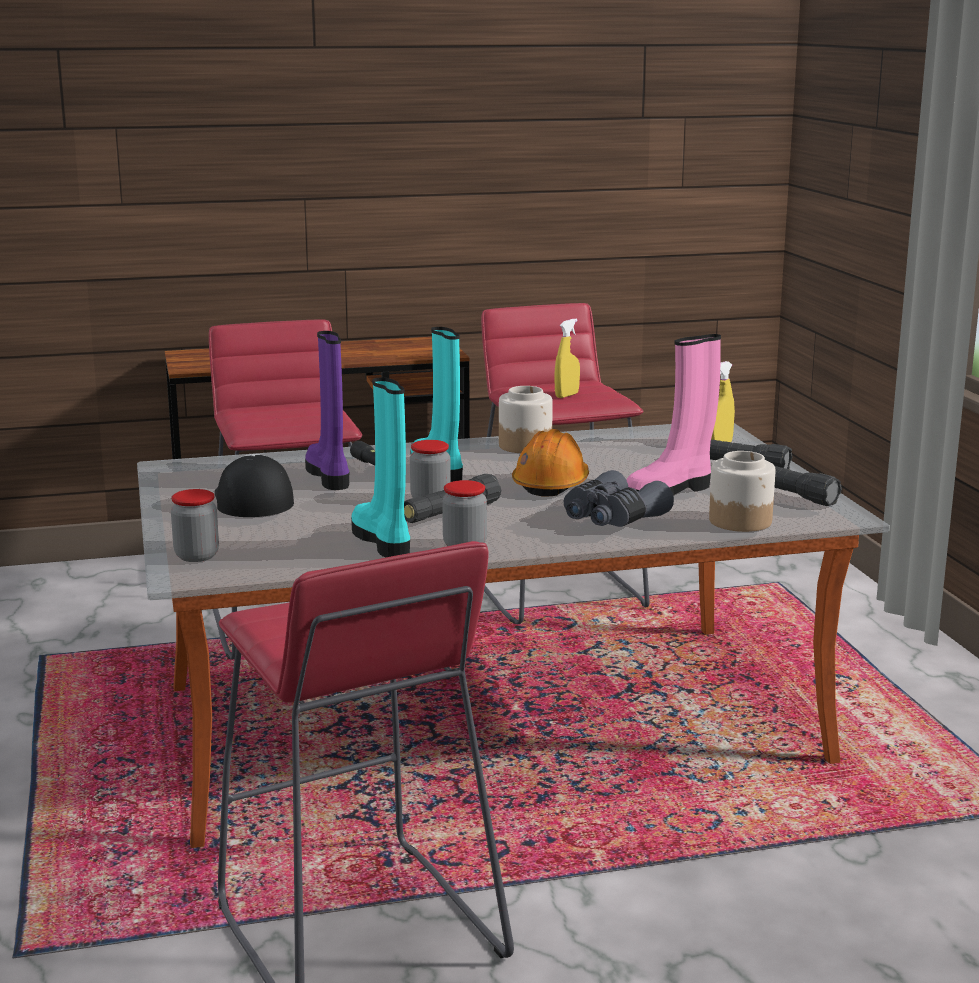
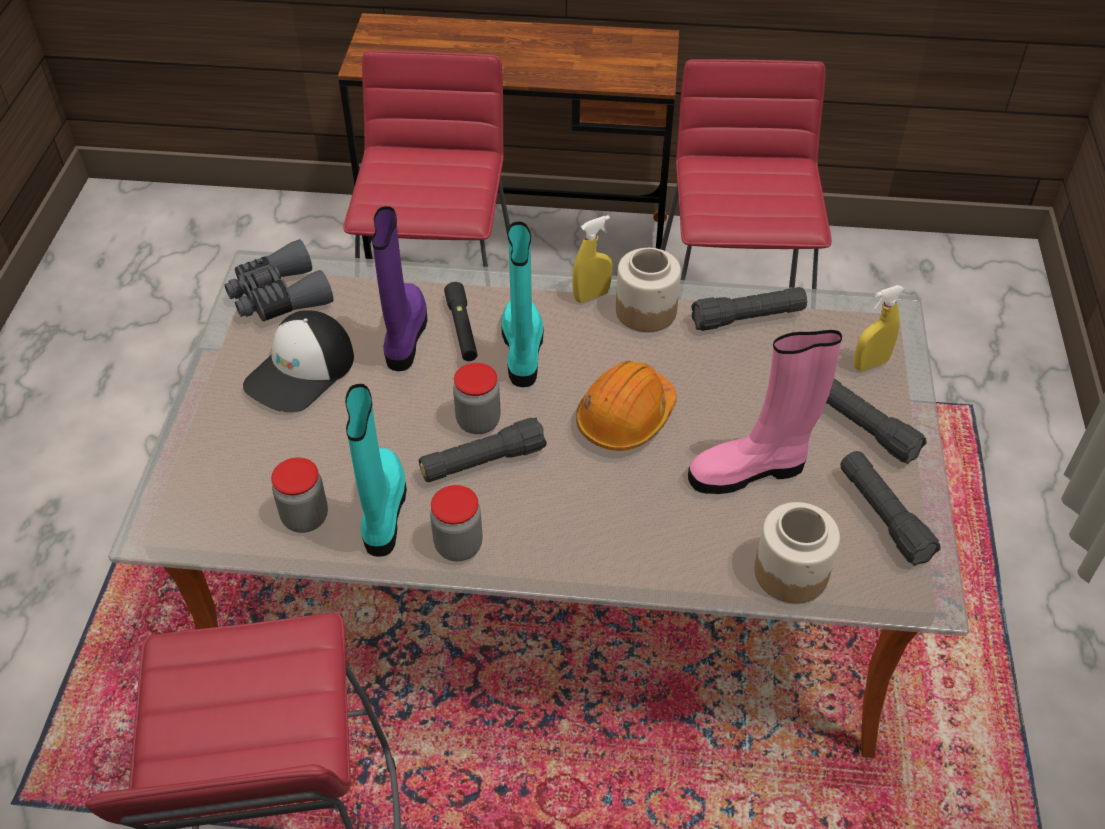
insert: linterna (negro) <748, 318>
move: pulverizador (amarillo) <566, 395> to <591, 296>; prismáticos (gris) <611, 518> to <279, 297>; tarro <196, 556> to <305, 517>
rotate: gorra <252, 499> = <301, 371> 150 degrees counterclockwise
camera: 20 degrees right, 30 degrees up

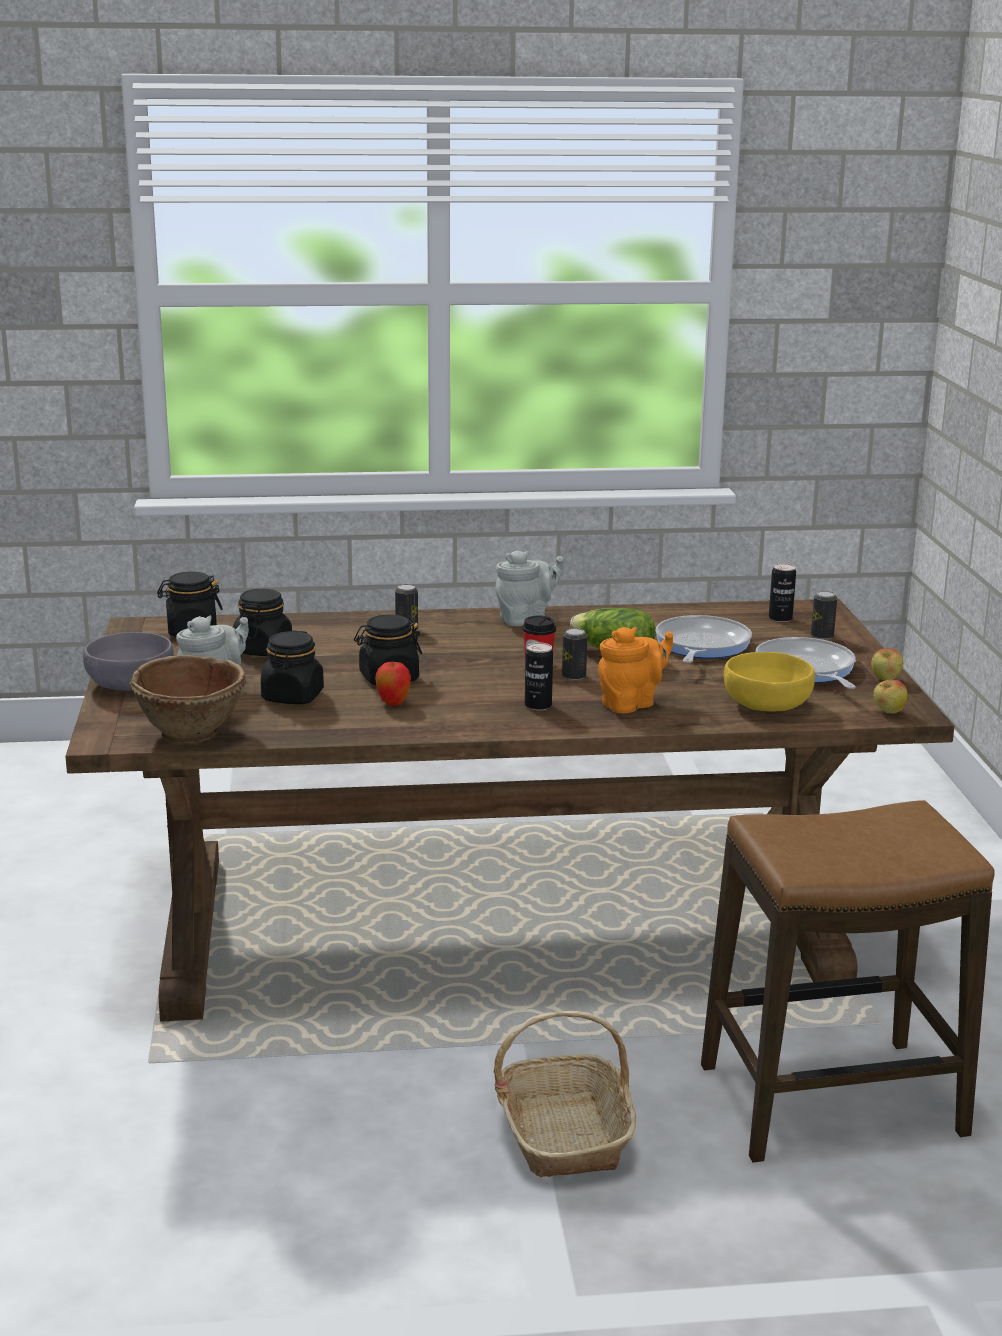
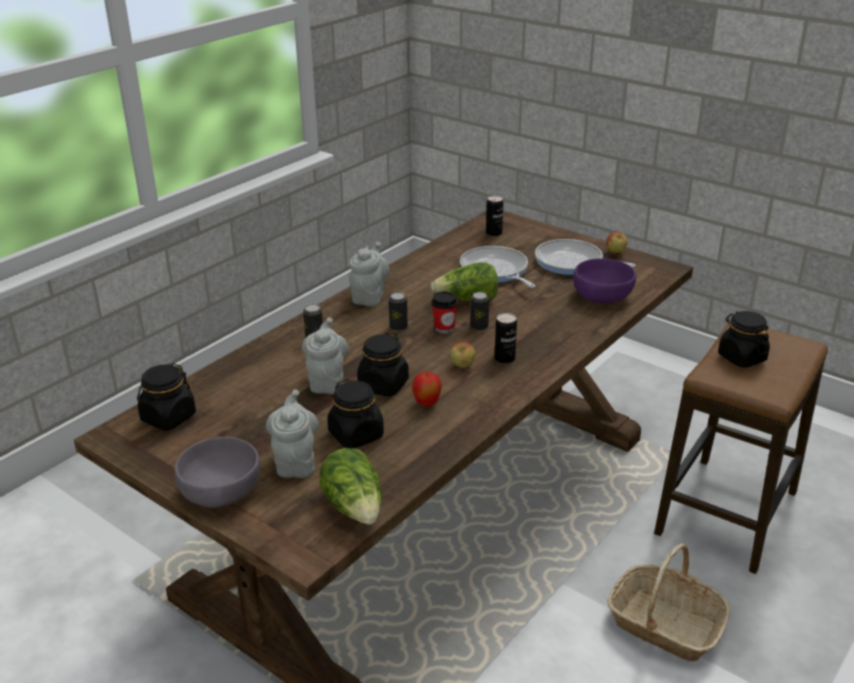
delete: tetera (naranja) <632, 703>
insert: tetera (gris) <327, 381>
move: tarro (negro) <263, 649> to <741, 357>; lata <822, 636> to <398, 327>; manzana <888, 712> to <462, 366>
replace: cuenco (marrón) <192, 733> to lechuga <355, 507>
recolor: cuenco (amarillo) <768, 705> to cuenco (morado) <603, 296>
camera: 45 degrees left, 10 degrees up

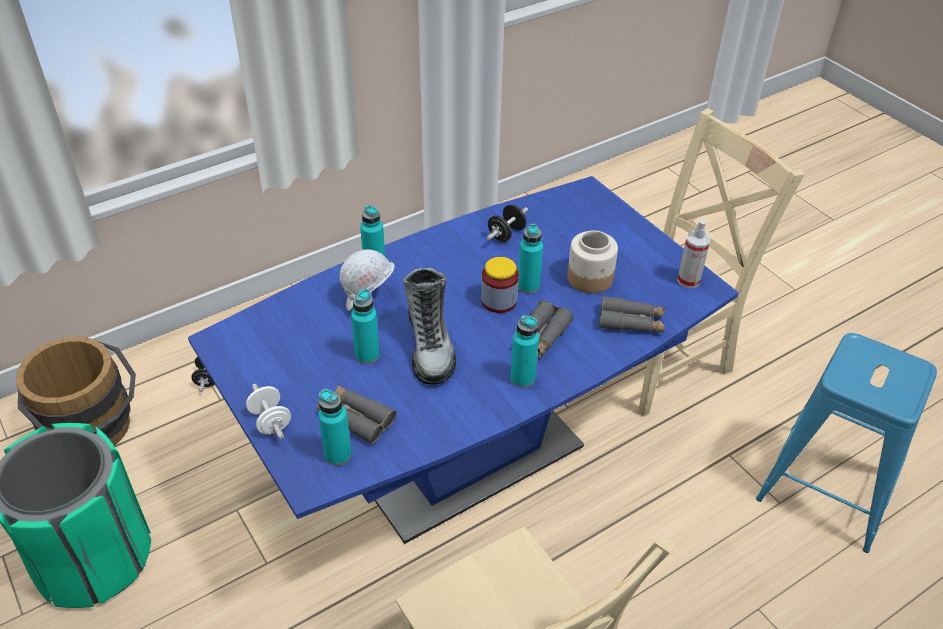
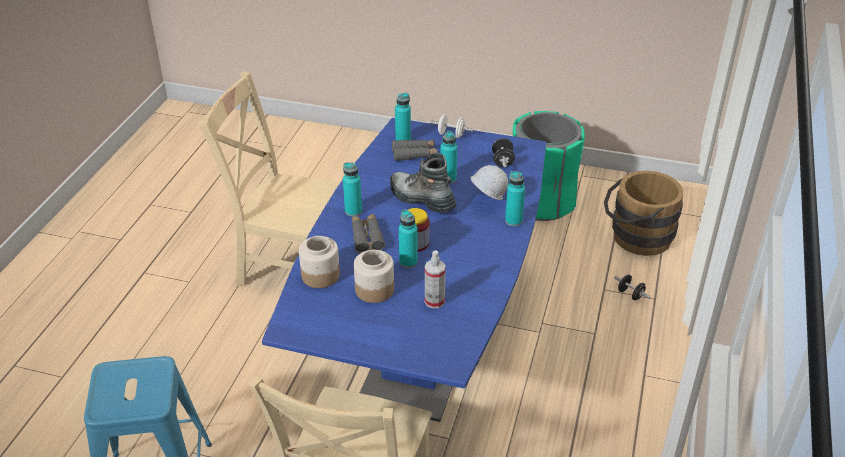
move: mancuerna (negro) <506, 234> to <502, 161>; pulverizador <688, 280> to <434, 301>
replace: prismáticos (gris) <631, 322> to tarro <320, 275>
camera: 140 degrees right, 5 degrees down

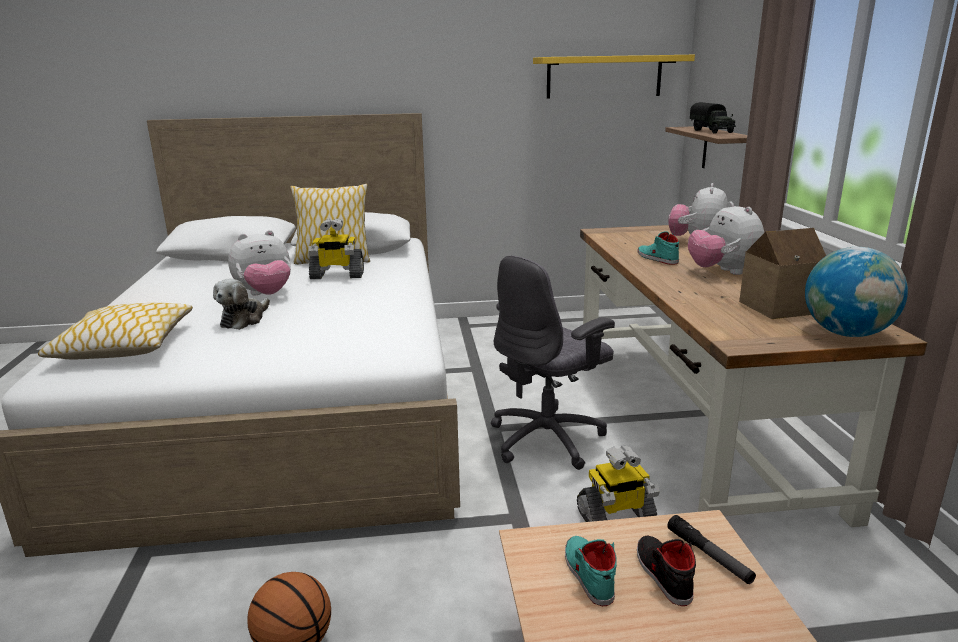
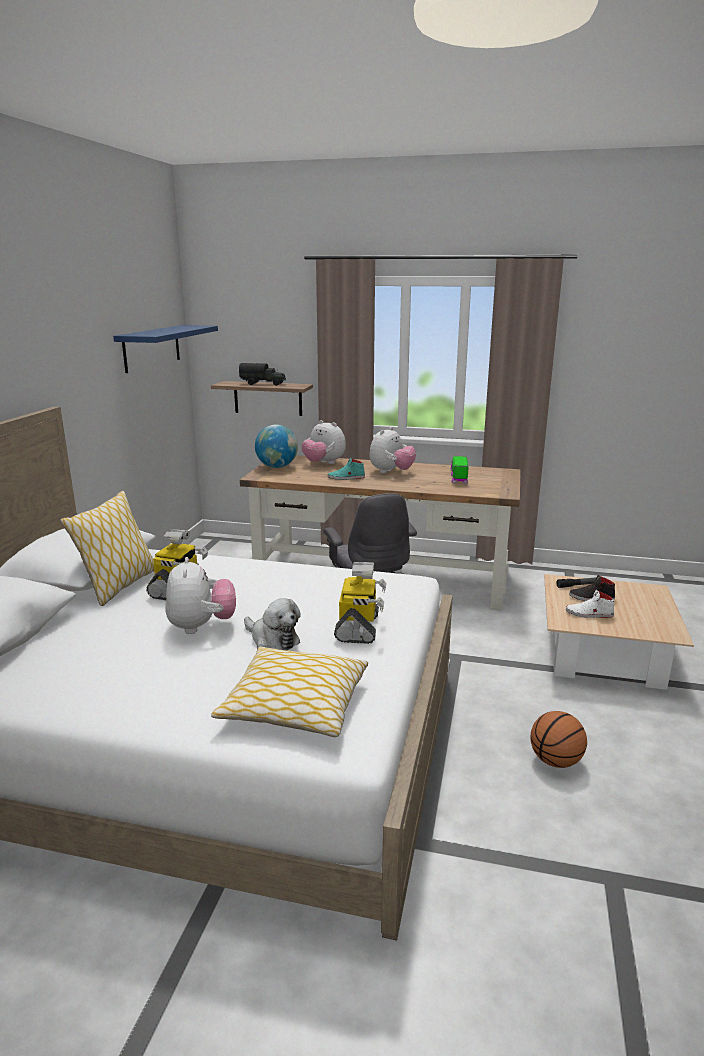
move: globo terráqueo <846, 334> to <277, 467>; robot de juguete <616, 515> to <358, 628>
replace: casita <775, 306> to camión de juguete <458, 477>
recolor: estante (amarillo) <604, 77> to estante (azul) <152, 348>; zapato (turquesa) <587, 574> to zapato (blanco) <589, 614>
rotate: peluche <722, 272> = <391, 472> 60 degrees counterclockwise
camera: 70 degrees left, 0 degrees up

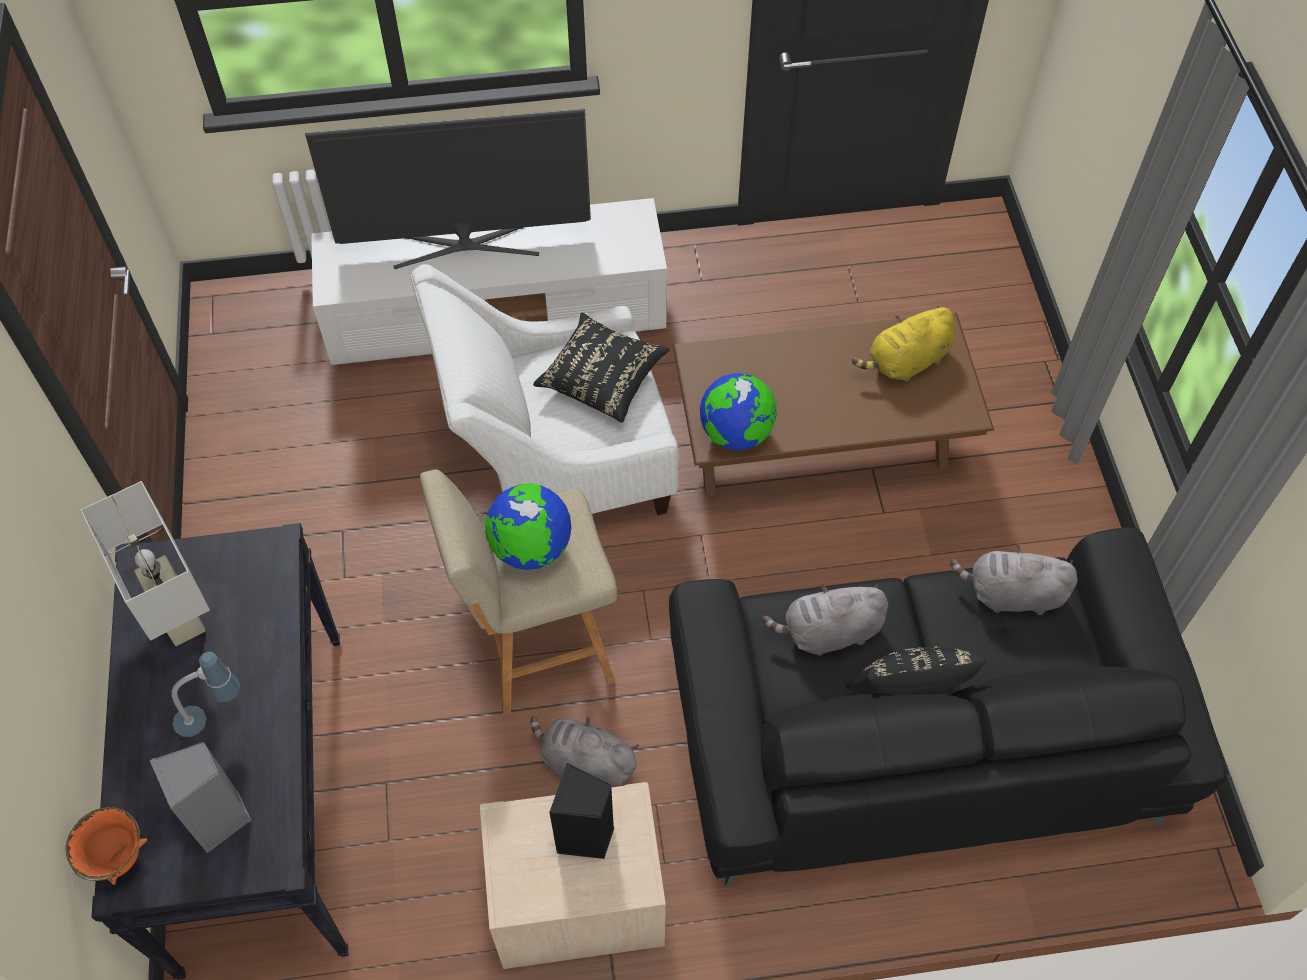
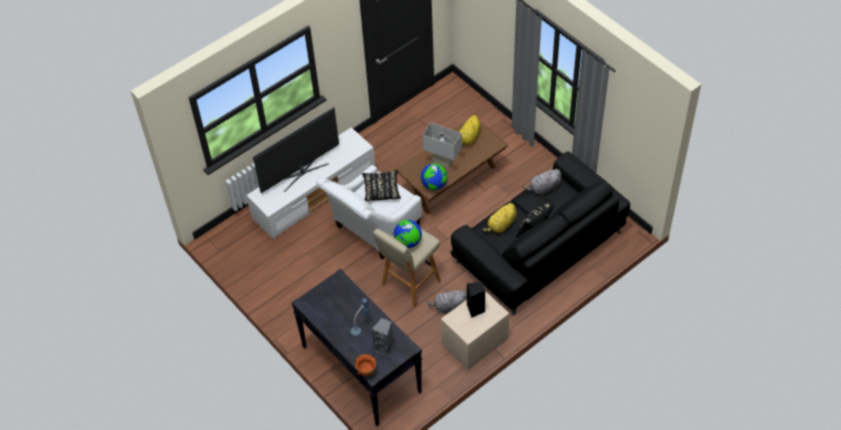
move: lámpara de mesa (blanco) <179, 615> to <442, 162>
recolor: peluche (gris) <828, 632> to peluche (amarillo) <501, 225>
camera: 30 degrees left, 5 degrees down

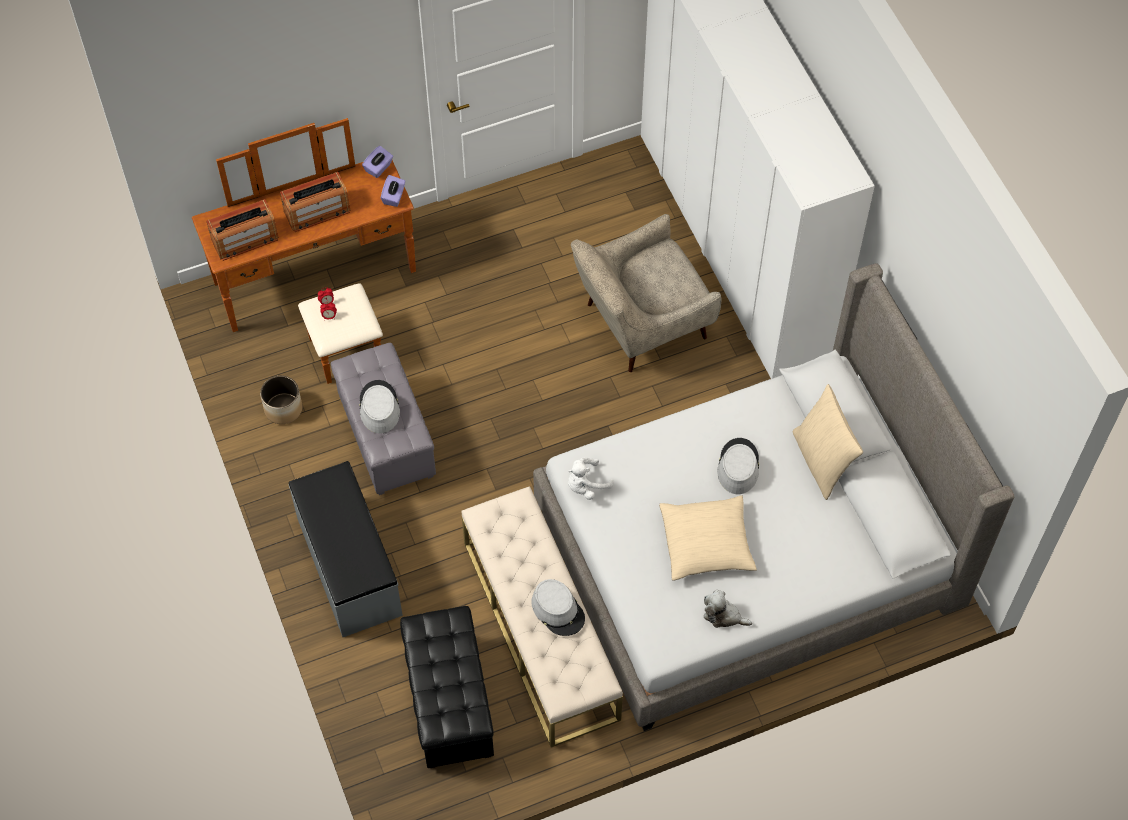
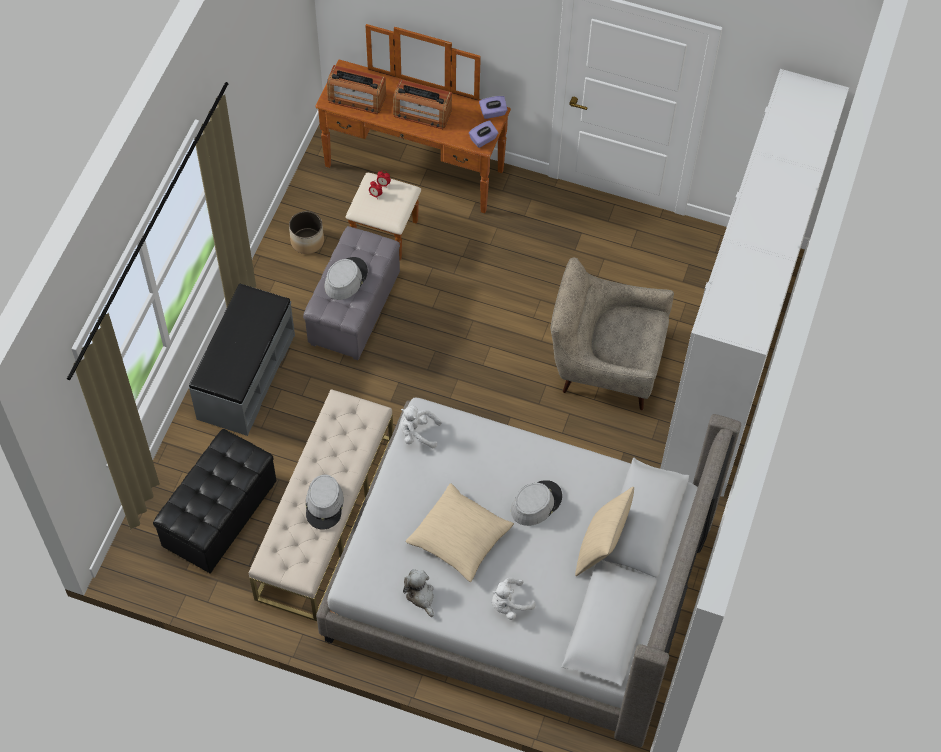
insert: peluche (blanco) <509, 604>
camera: 40 degrees right, 0 degrees up

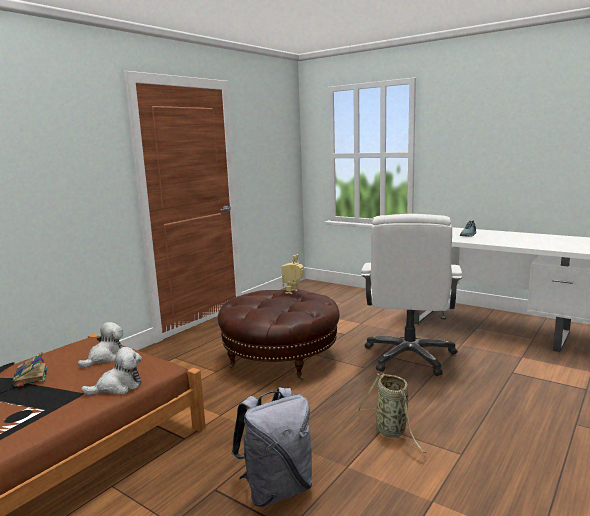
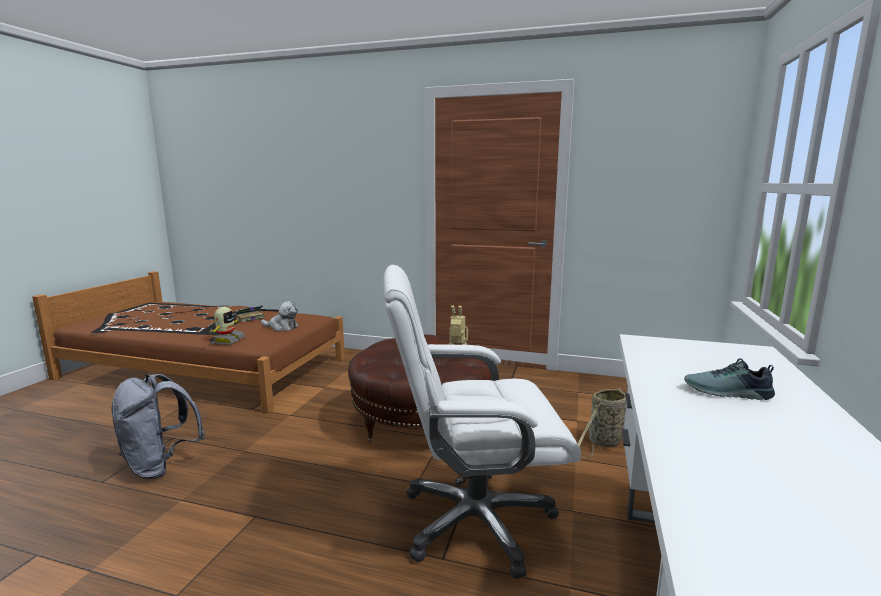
move: cesta <392, 432> to <603, 443>
replace: peluche <118, 387> to robot de juguete <227, 340>
camera: 70 degrees right, 0 degrees up

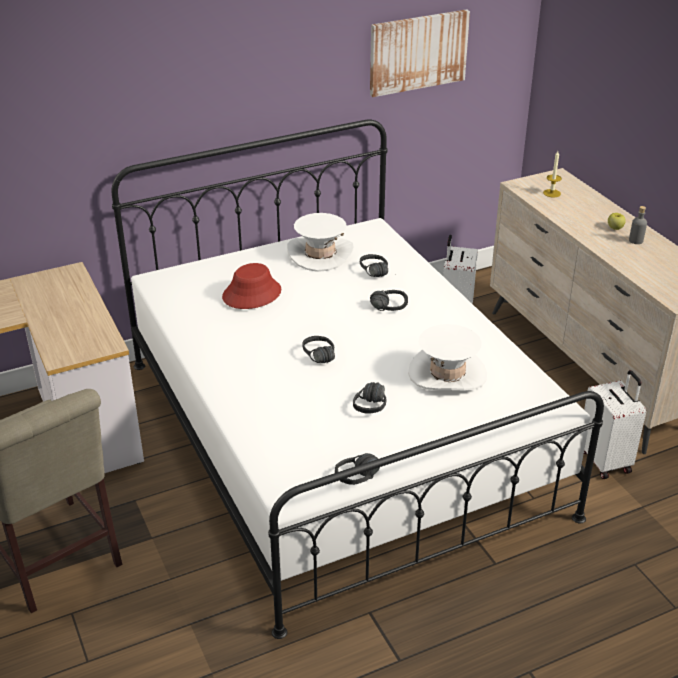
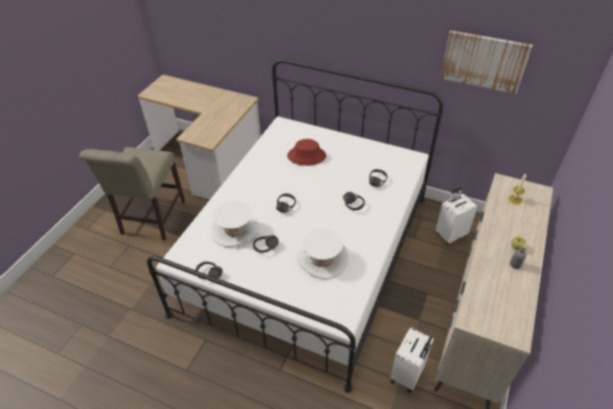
move: sombrero (blanco) <320, 254> to <235, 230>
camera: 50 degrees right, 10 degrees up

